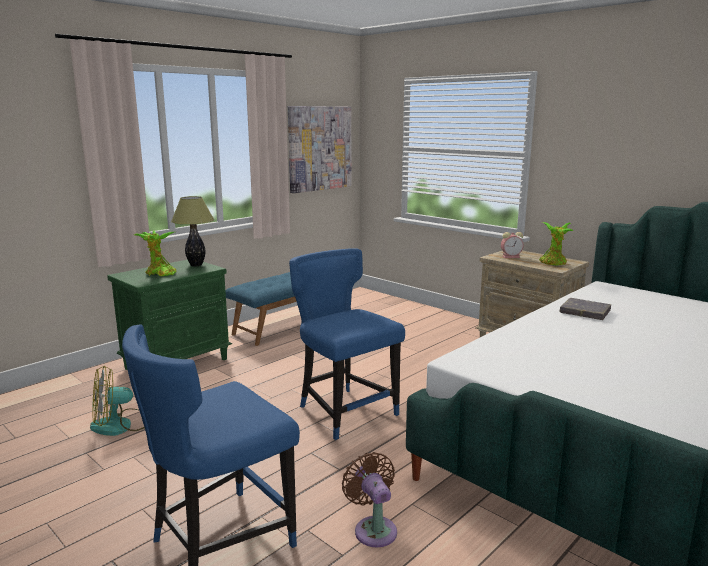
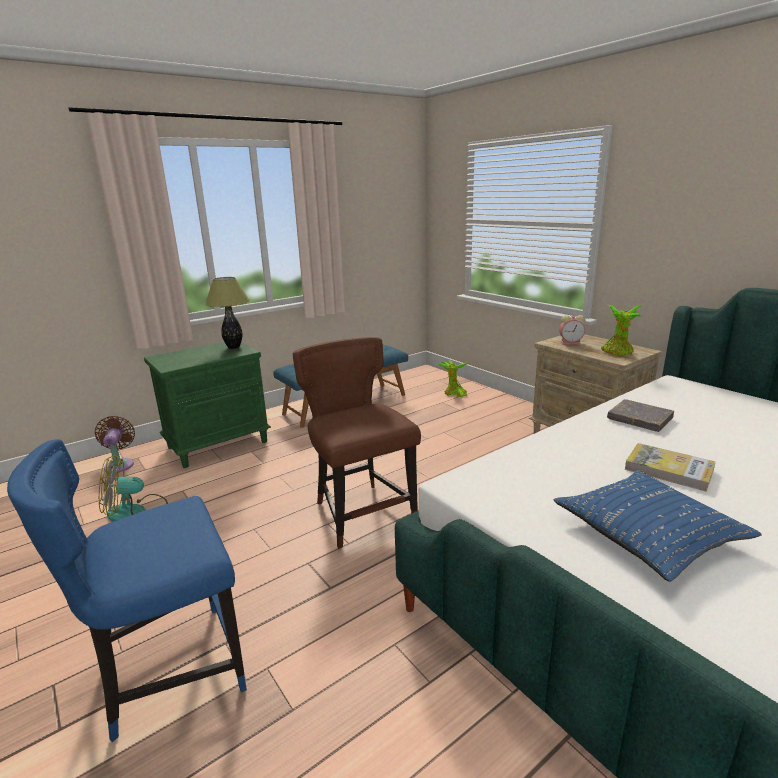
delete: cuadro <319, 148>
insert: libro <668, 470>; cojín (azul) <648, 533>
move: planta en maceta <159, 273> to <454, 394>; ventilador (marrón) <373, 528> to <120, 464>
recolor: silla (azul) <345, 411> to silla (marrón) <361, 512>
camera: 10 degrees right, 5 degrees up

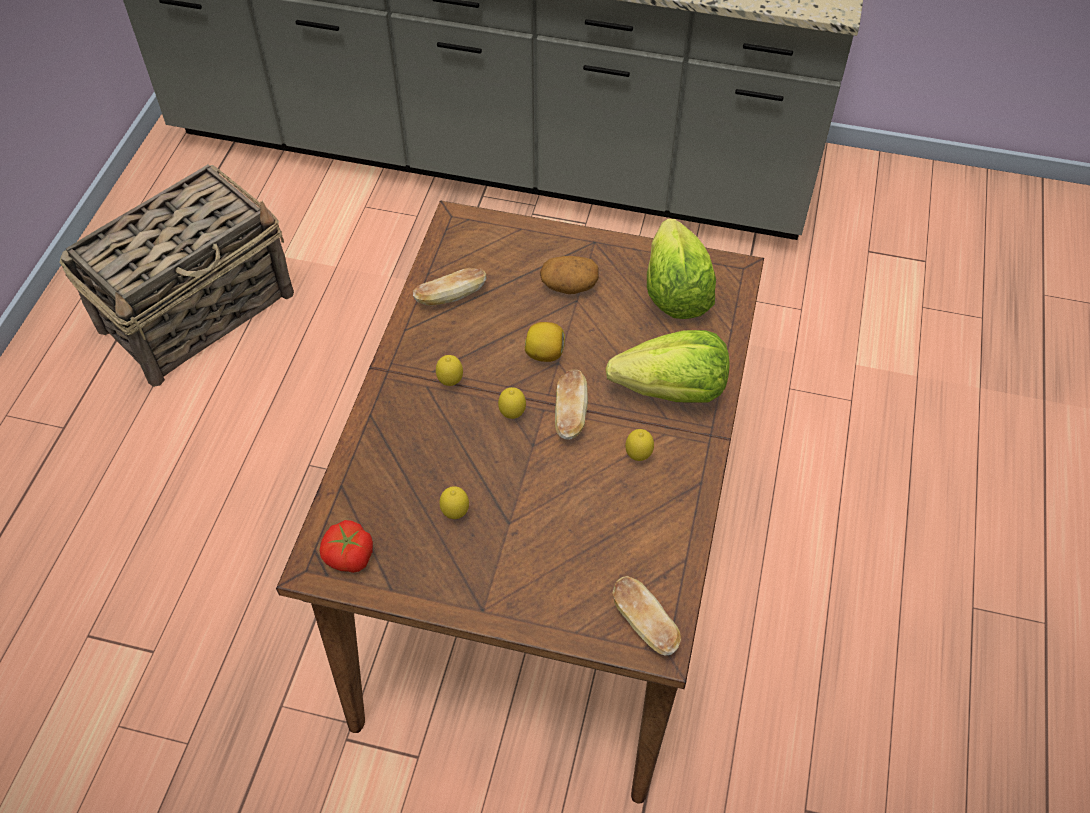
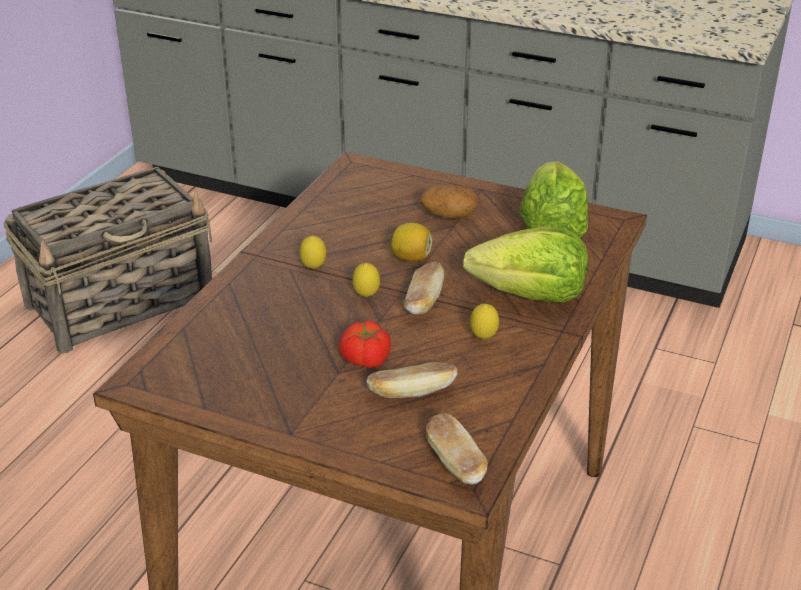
delete: limón <455, 513>
move: pan <450, 296> to <412, 393>; tomate <349, 556> to <365, 359>
camera: 10 degrees right, 20 degrees down

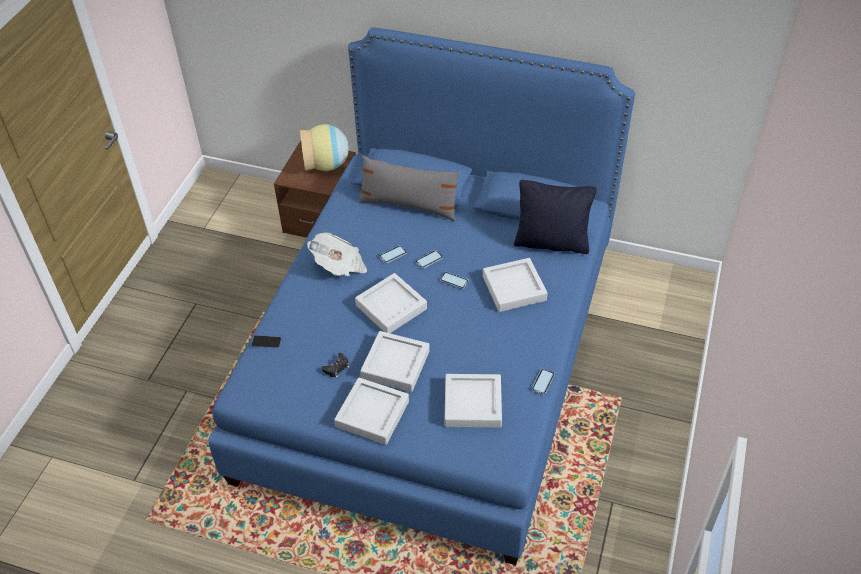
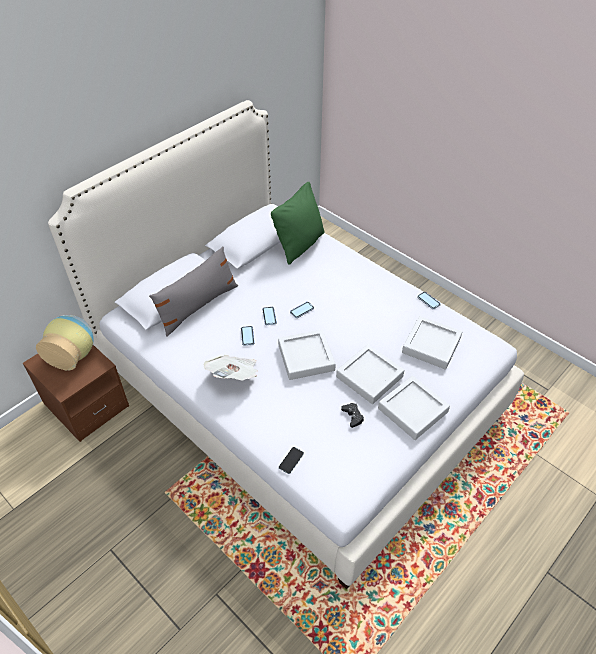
delete: bandeja (gris) <514, 288>
recolor: cama (azul) <431, 359> to cama (blanco) <297, 390>; cojín (negro) <551, 242> to cojín (verde) <299, 245>
camera: 65 degrees left, 0 degrees up

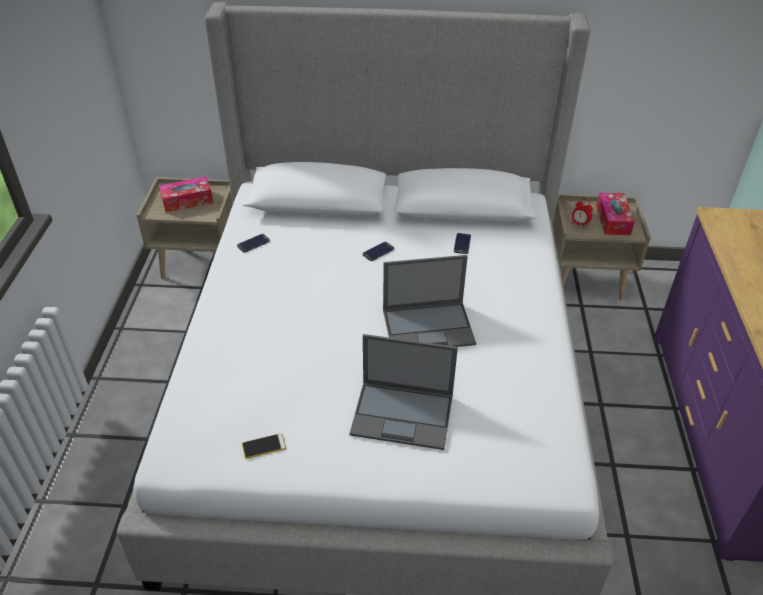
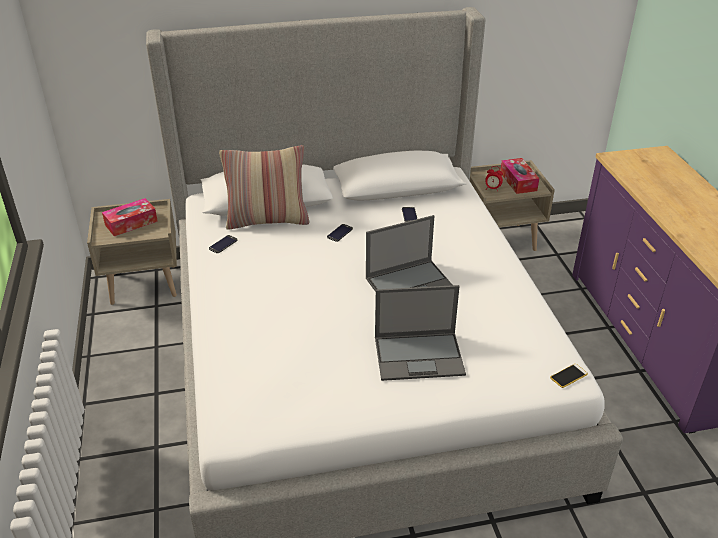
insert: cojín <267, 220>
move: móvil <264, 446> to <568, 376>
camera: 15 degrees left, 5 degrees down

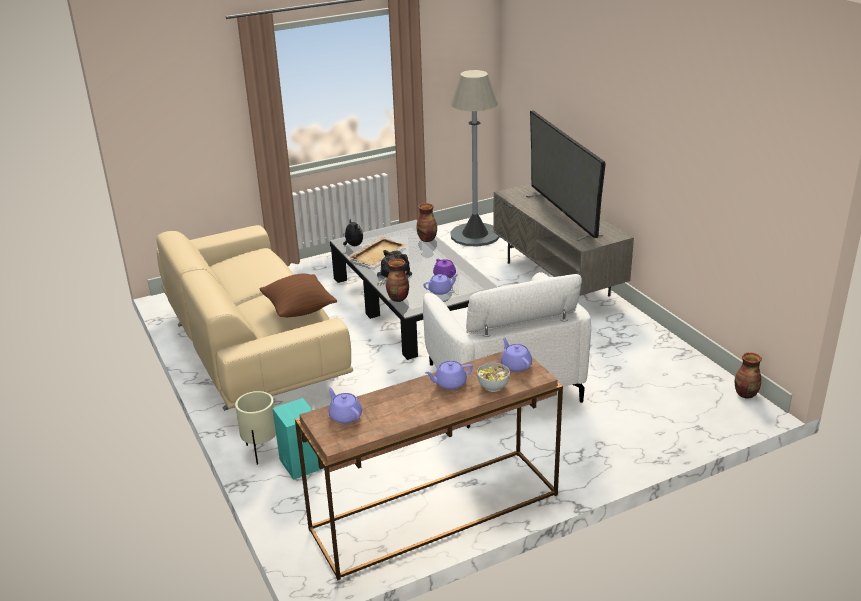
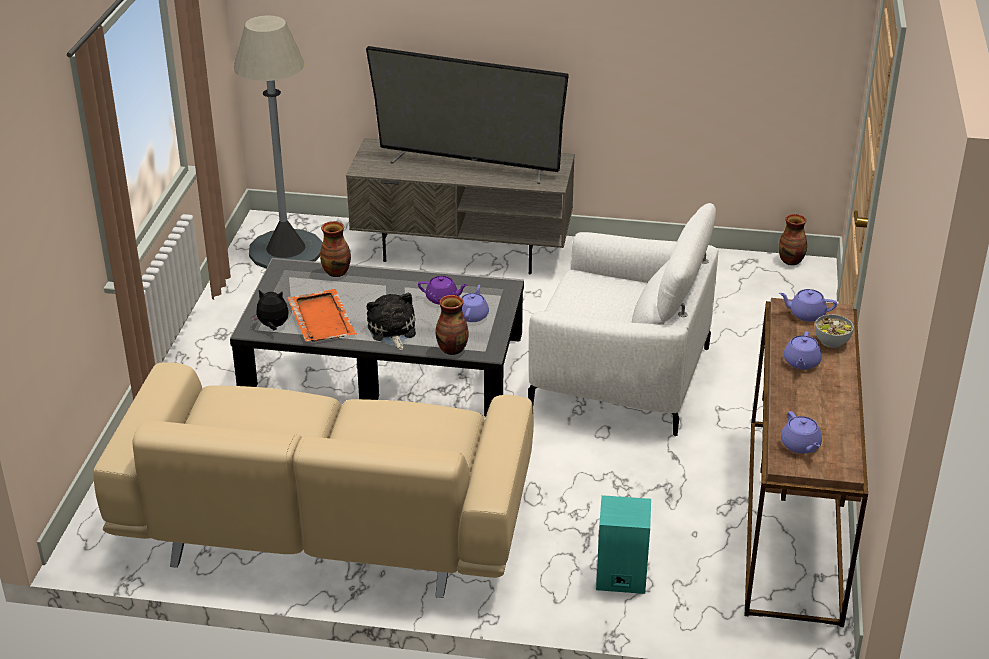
delete: cojín (marrón) <299, 310>; maceta (beis) <261, 451>
recolor: bandeja (beis) <378, 253> to bandeja (naranja) <321, 318>
rotate: tetera (morado) <345, 416> = <800, 445> 105 degrees counterclockwise
camera: 55 degrees left, 5 degrees up

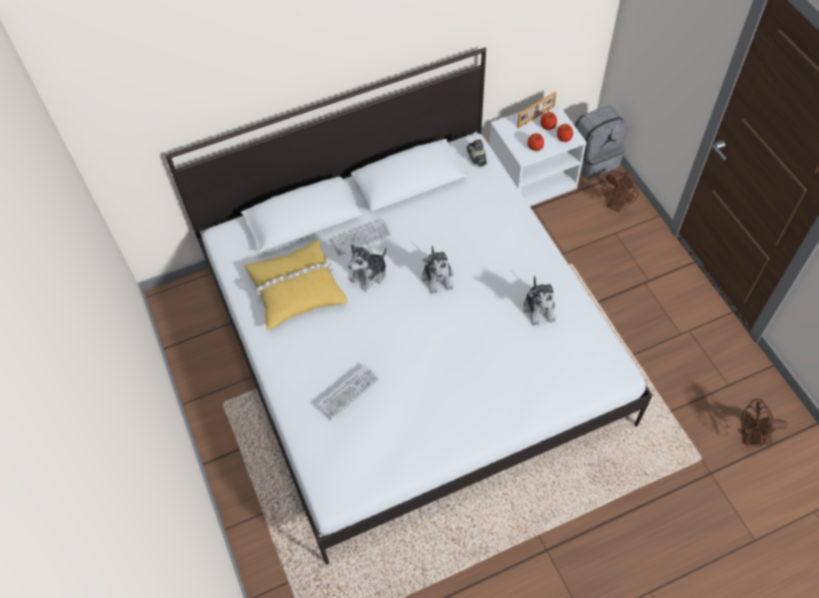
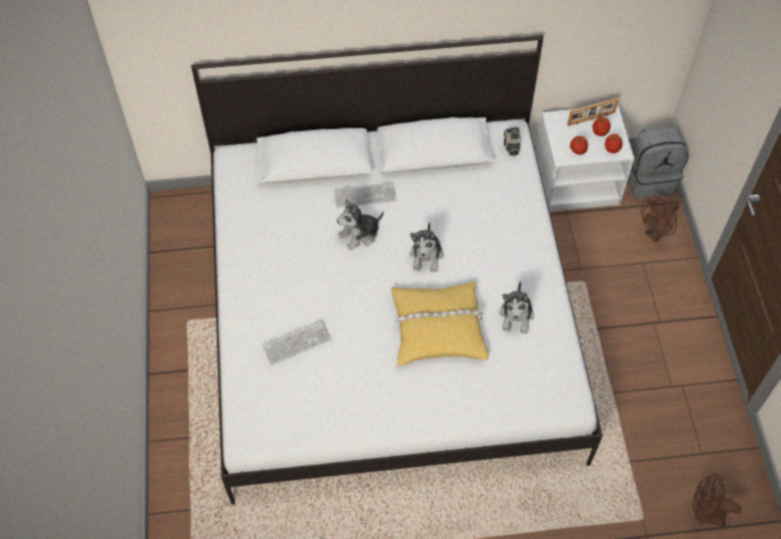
move: cojín (amarillo) <296, 289> to <437, 328>
camera: 15 degrees right, 0 degrees up

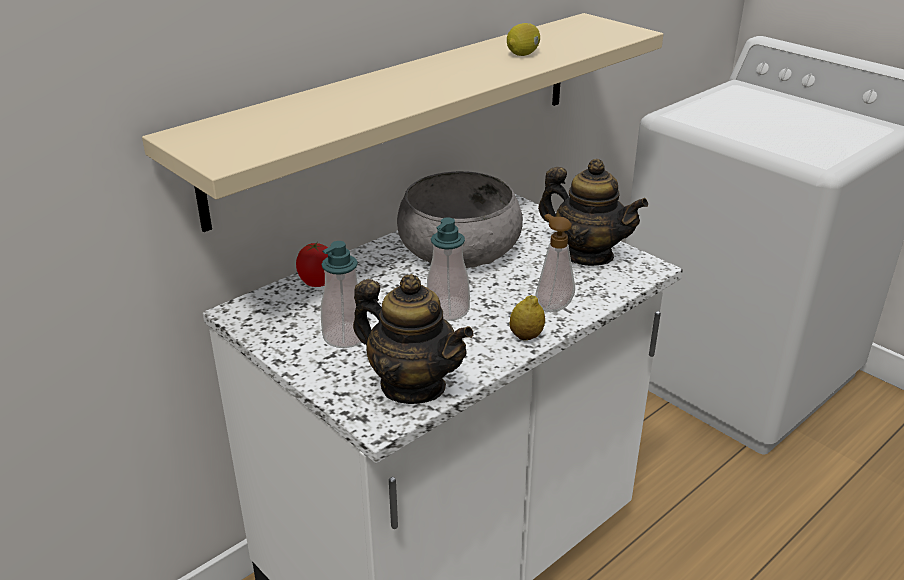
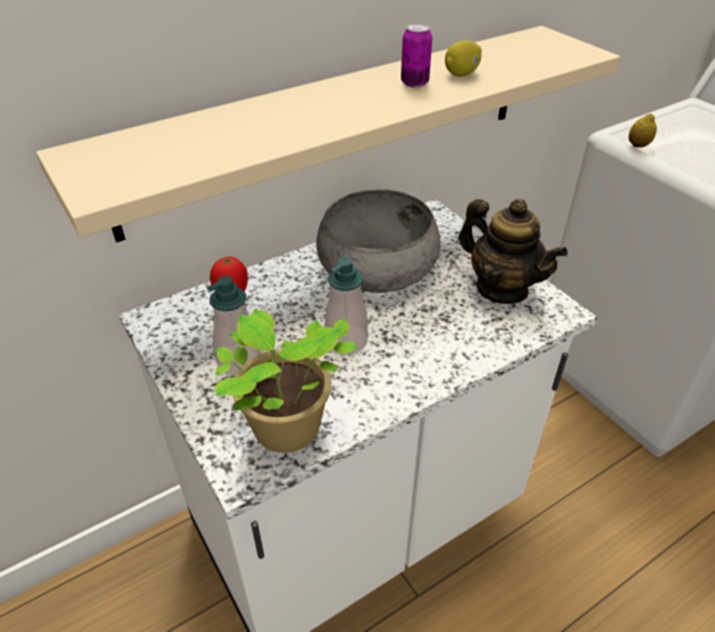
delete: dispensador de jabón <552, 306>
insert: lata <414, 83>
move: limón <526, 336> to <638, 145>
replace: tetera <413, 385> to planta en maceta <286, 432>
camera: 10 degrees right, 10 degrees up

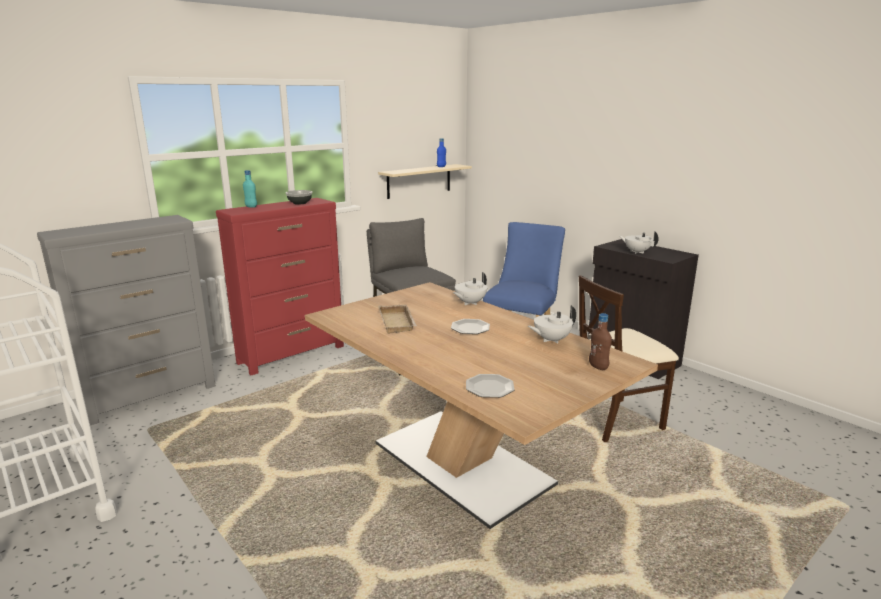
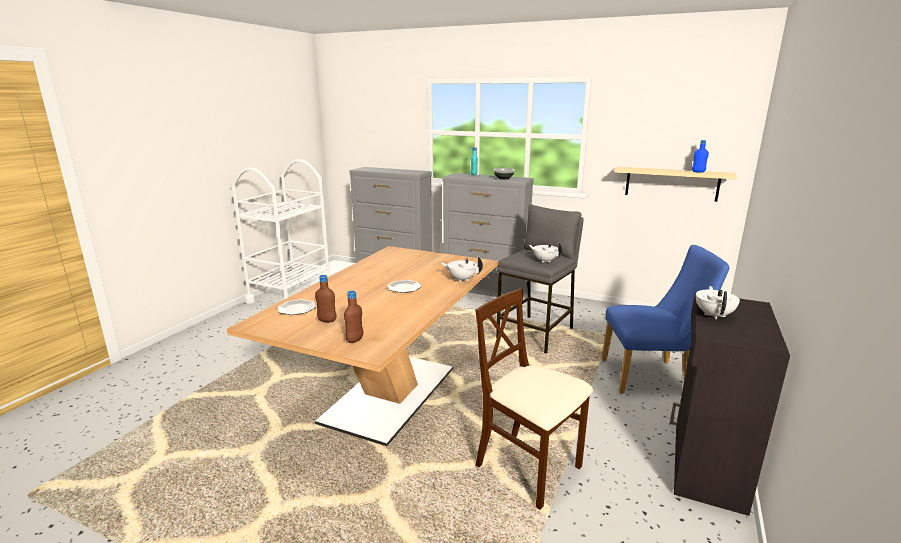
delete: bandeja (beis) <398, 323>
insert: botella (marrón) <327, 320>
move: tetera (blanco) <551, 340> to <544, 261>
recolor: cómoda (rojo) <292, 354> to cómoda (gris) <485, 295>
camera: 65 degrees right, 0 degrees up

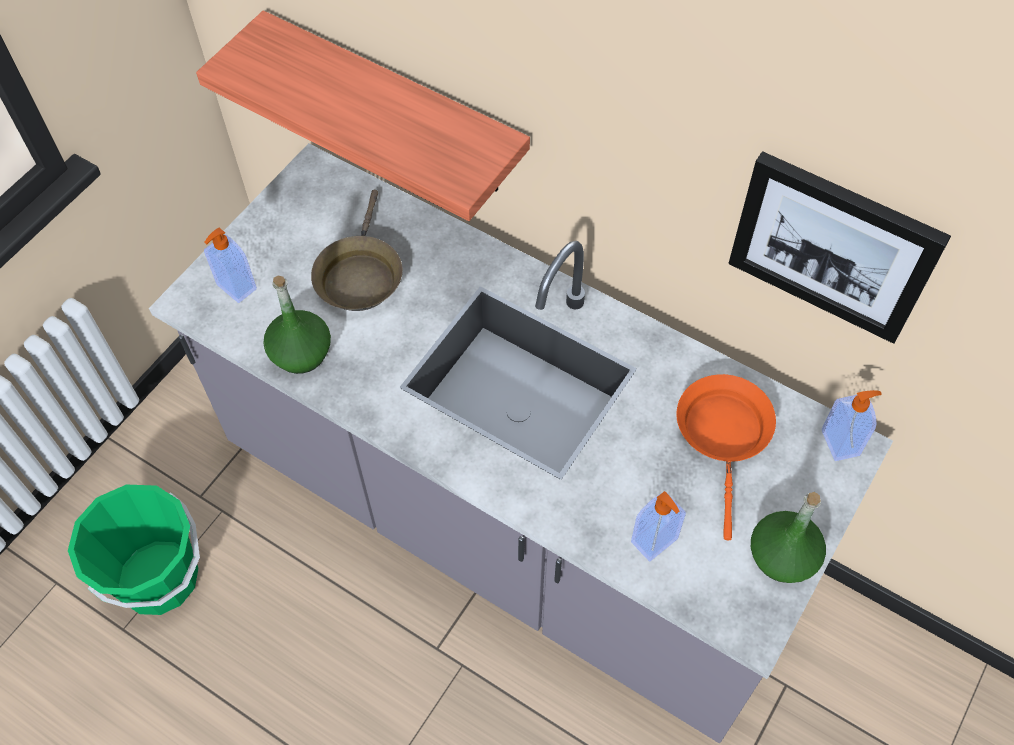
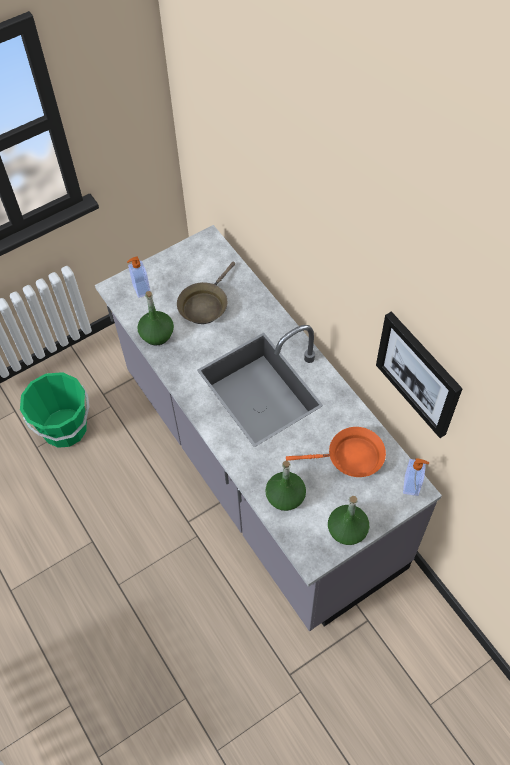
delete: estante <395, 107>
replace: dispensador de jabón <655, 542> to botella (verde) <285, 496>
rotate: sartén (naranja) <724, 436> = <350, 457> 60 degrees clockwise
camera: 25 degrees right, 0 degrees up

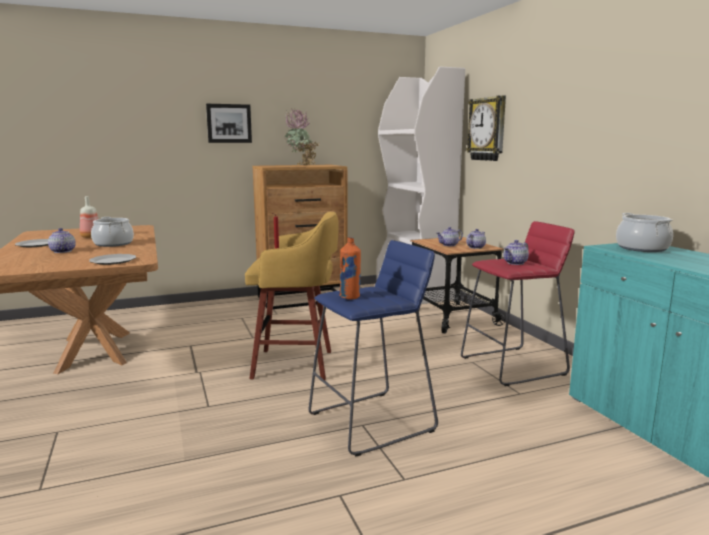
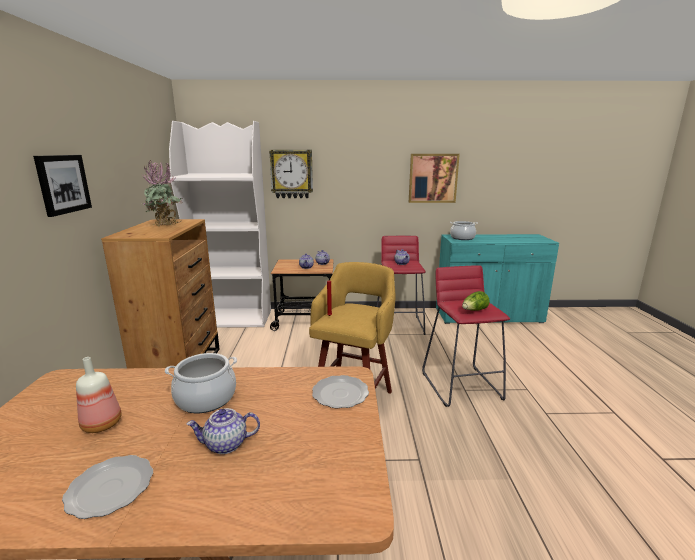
insert: cuadro <433, 178>
replace: botella (naranja) <350, 297> to lechuga <474, 310>
recolor: taburete (azul) <373, 422> to taburete (rojo) <461, 385>
camera: 70 degrees left, 5 degrees up

